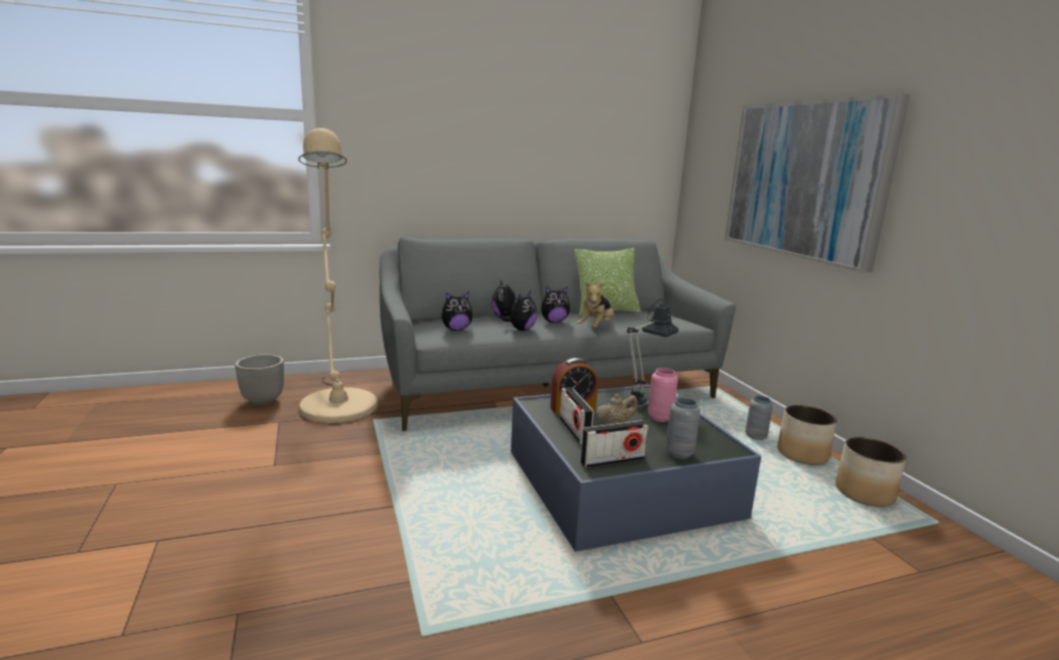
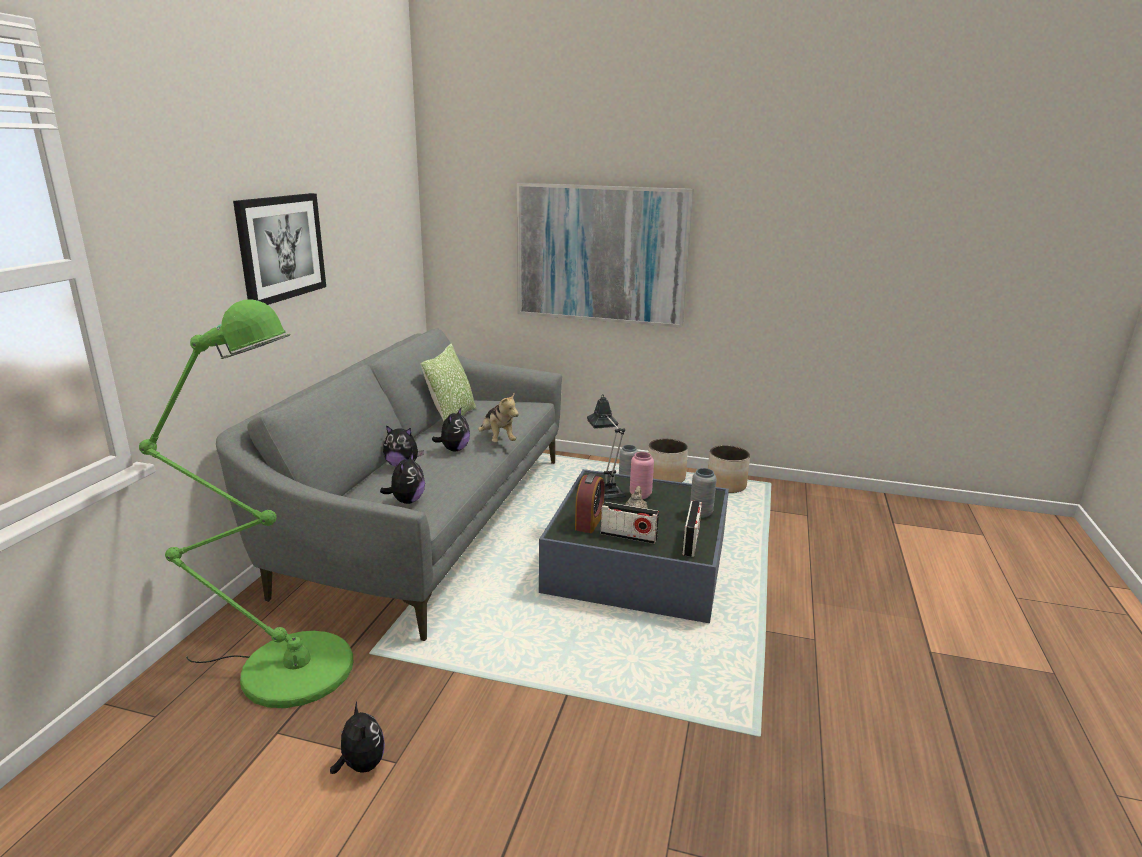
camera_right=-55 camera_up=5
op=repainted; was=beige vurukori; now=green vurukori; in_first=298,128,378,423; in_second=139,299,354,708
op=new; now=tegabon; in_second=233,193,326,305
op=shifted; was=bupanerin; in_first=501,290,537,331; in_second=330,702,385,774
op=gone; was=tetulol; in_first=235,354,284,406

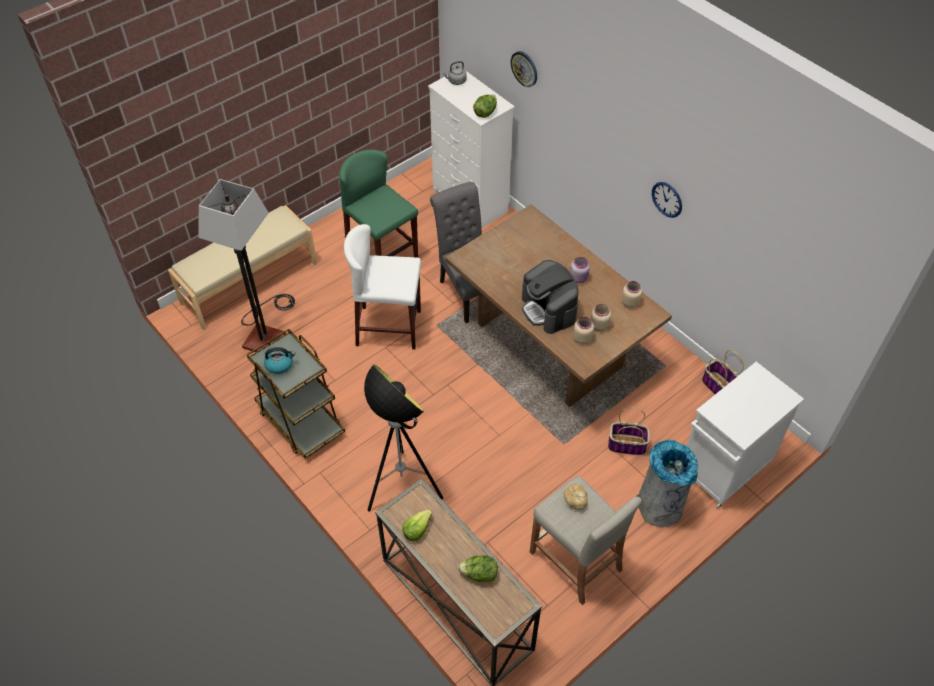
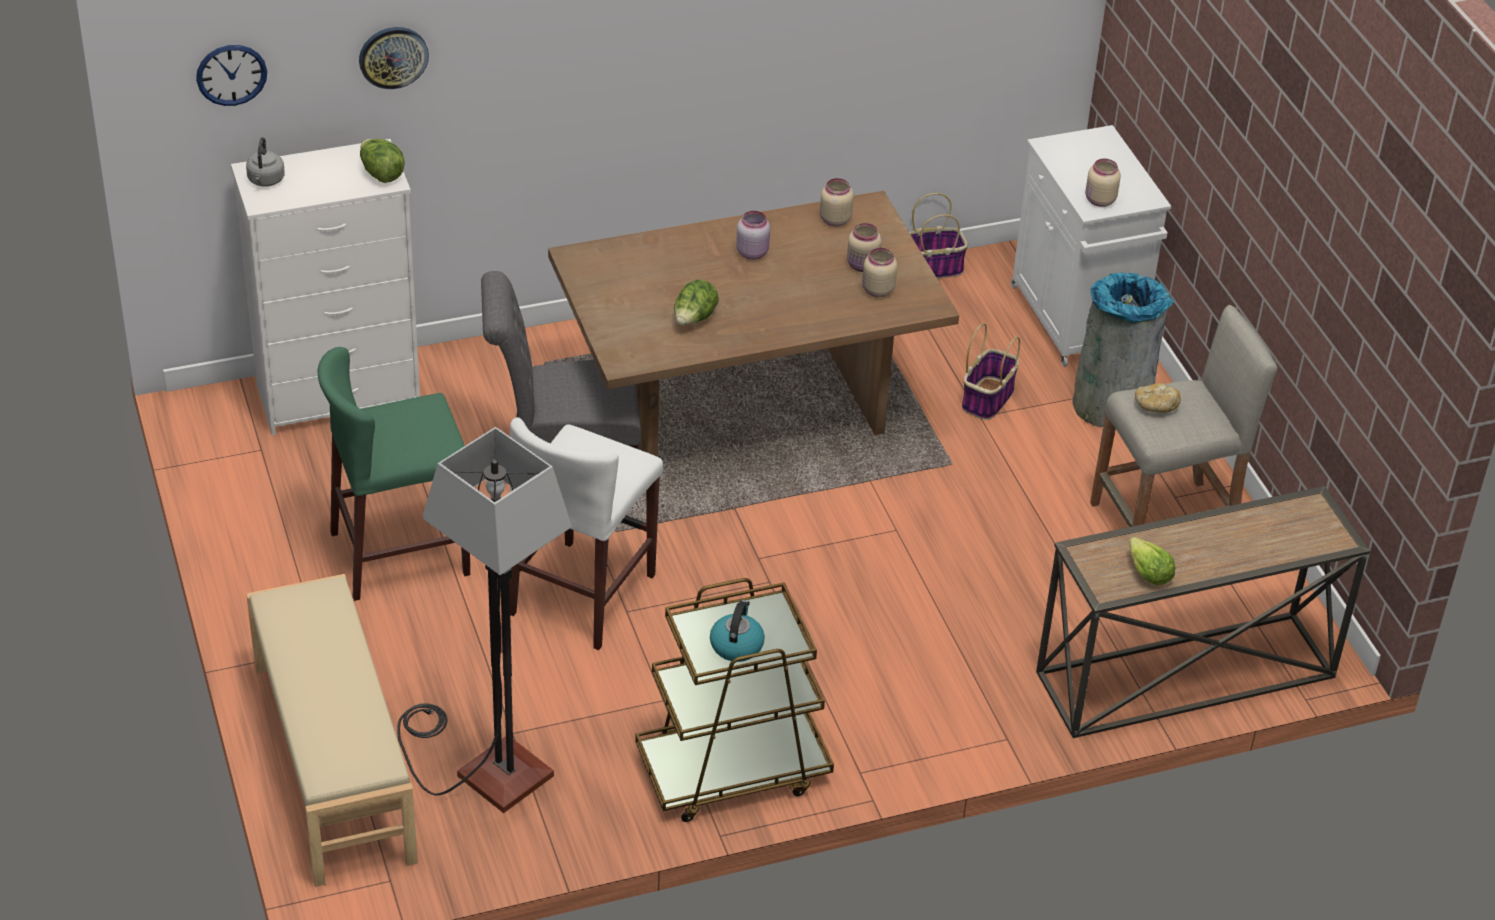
camera_right=-70 camera_up=-10
op=shifted; was=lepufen; in_first=652,182,682,218; in_second=196,45,267,106
op=shifted; was=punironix; in_first=458,555,498,582; in_second=674,279,719,325
op=new; now=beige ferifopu; in_second=1085,158,1121,207
op=gone; was=vurukori; in_first=364,364,443,512
op=gone; was=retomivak; in_first=522,260,578,334

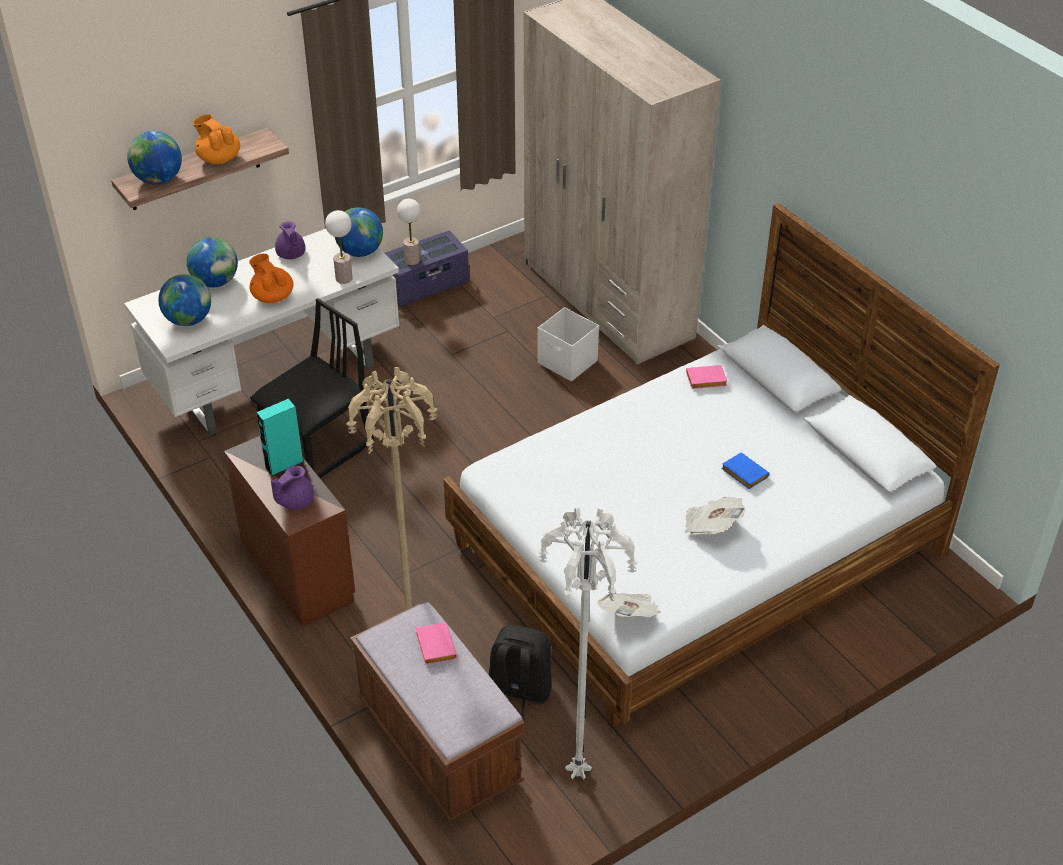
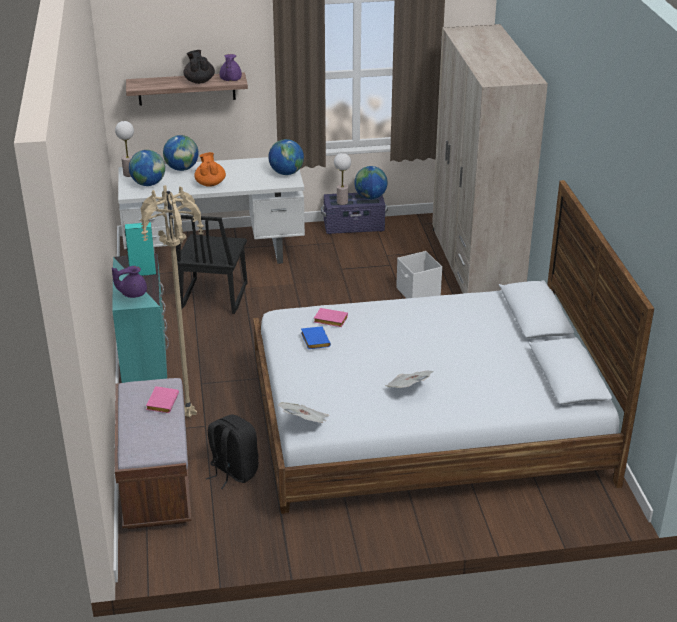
camera_right=25 camera_up=-10
op=repainted; was=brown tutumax; now=turquoise tutumax; in_first=224,436,355,627; in_second=112,253,169,383
op=shifted; was=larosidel; in_first=325,210,353,284; in_second=115,121,134,177
op=rotated; was=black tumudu; in_first=250,298,374,478; in_second=176,215,248,314; clockwise=120
op=repainted; was=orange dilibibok; now=black dilibibok; in_first=193,114,240,164; in_second=183,50,215,84
op=shifted; was=purple dilibibok; in_first=275,221,305,259; in_second=220,54,242,81
op=shifted; was=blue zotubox; in_first=721,453,770,489; in_second=301,326,331,349
op=shifted; was=pink zotubox; in_first=686,365,727,389; in_second=314,308,348,327
op=shifted; was=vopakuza; in_first=127,131,182,185; in_second=354,166,387,199
op=gone; was=white vurukori; in_first=537,507,638,780

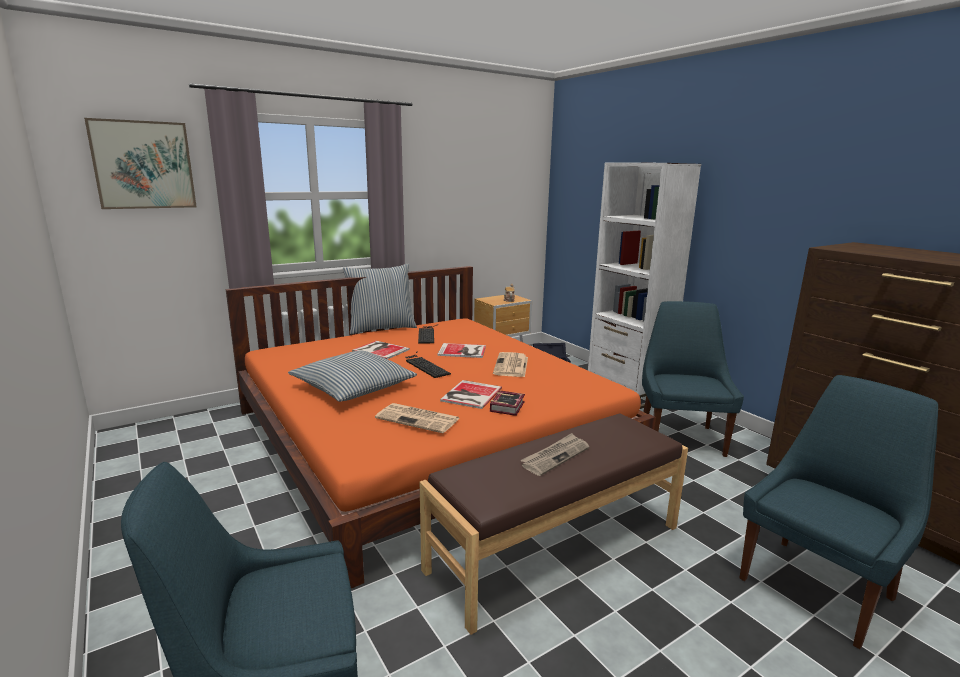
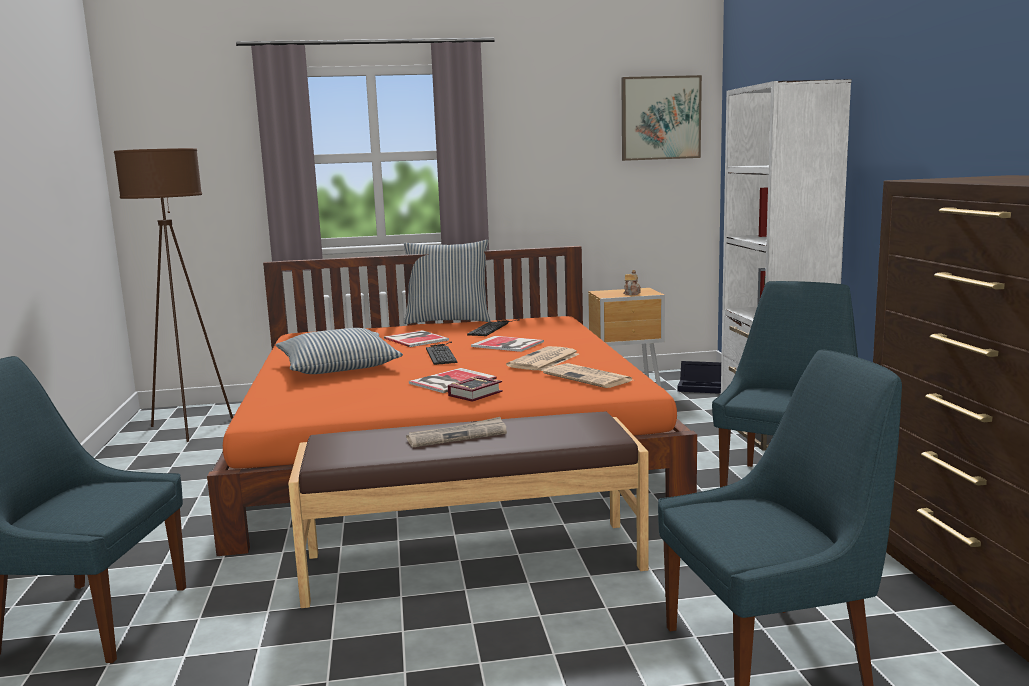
camera_right=25 camera_up=-5
op=new; now=brown vurukori; in_second=114,148,233,442
op=shifted; was=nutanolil; in_first=375,403,460,433; in_second=543,363,632,388
op=shifted; was=tegabon; in_first=84,118,197,209; in_second=621,75,702,161

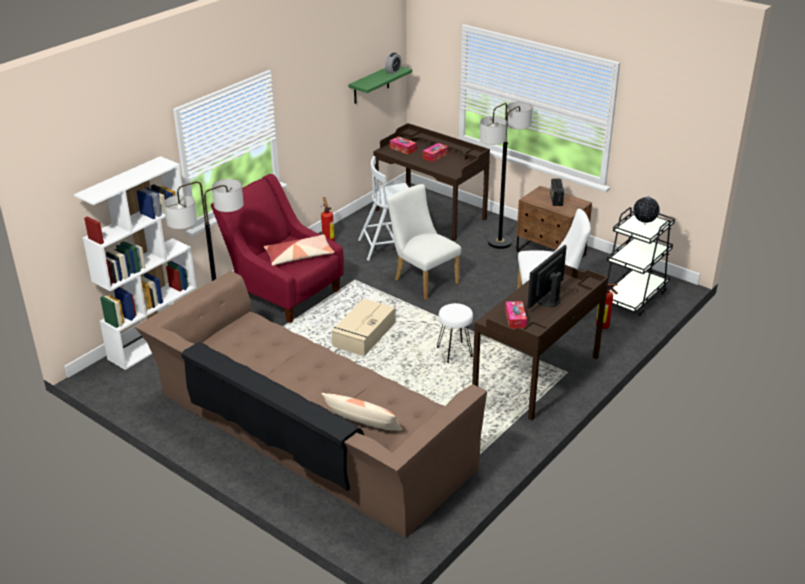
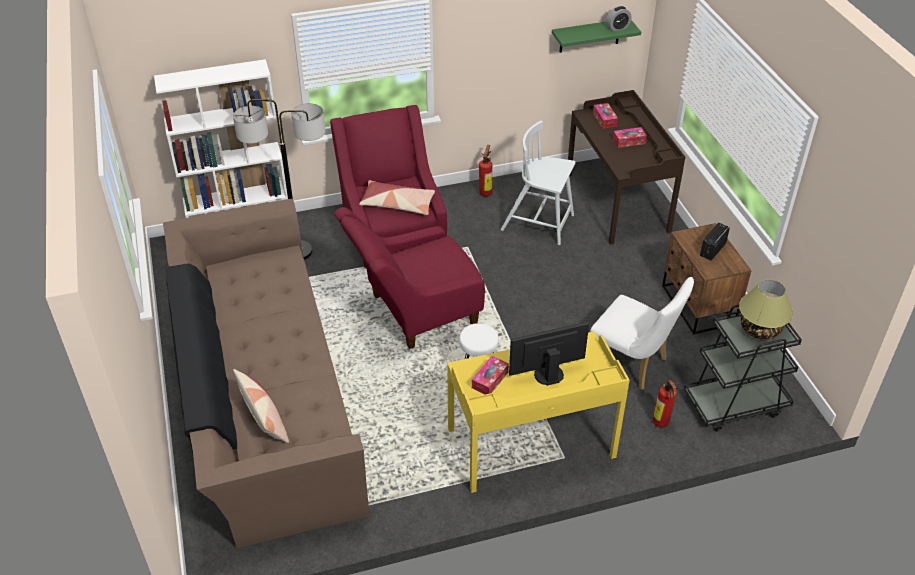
camera_right=35 camera_up=10
op=swapped; was=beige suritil; now=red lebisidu; in_first=331,299,396,356; in_second=334,207,485,349
op=repainted; was=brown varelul; now=yellow varelul; in_first=472,265,608,421; in_second=447,331,630,493
op=swapped; was=vopakuza; now=larosidel; in_first=633,196,660,225; in_second=739,279,793,340
op=gone; was=white tumudu; in_first=387,184,461,300
op=gone; was=vurukori; in_first=480,102,532,249

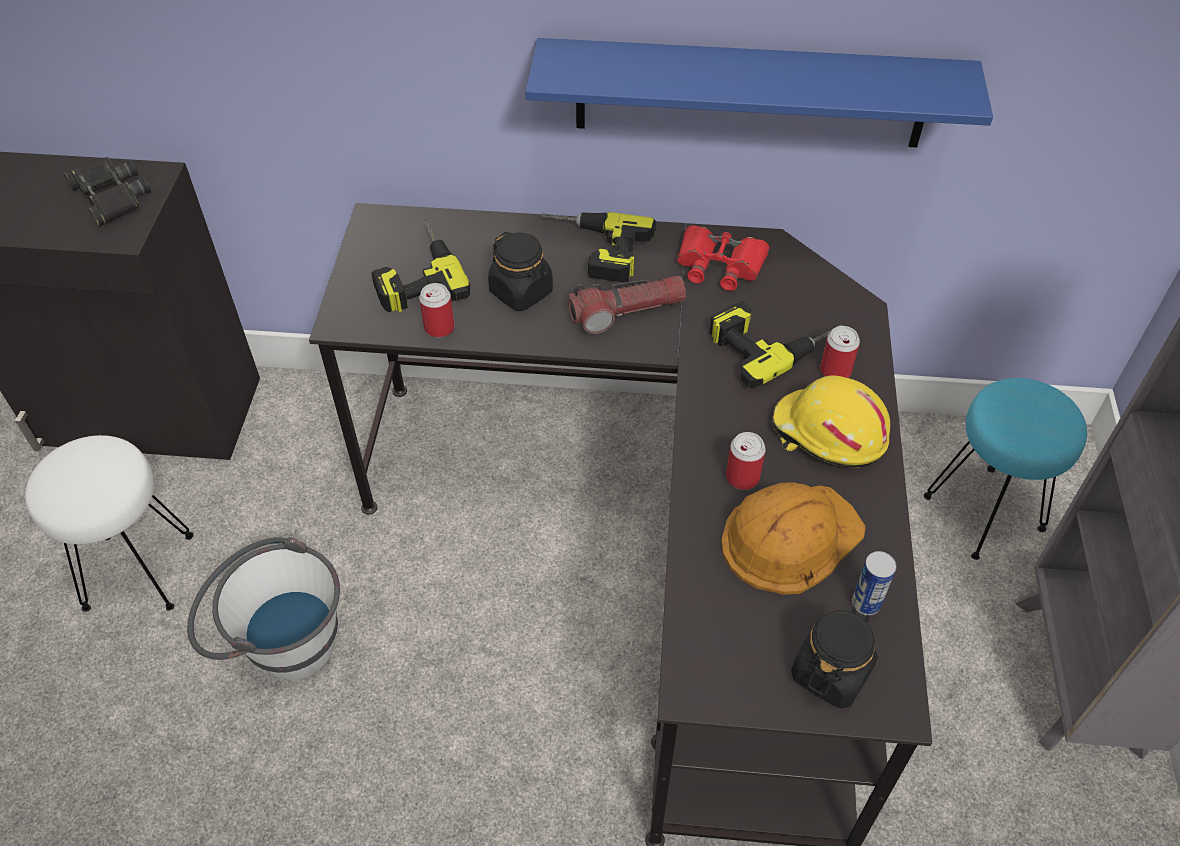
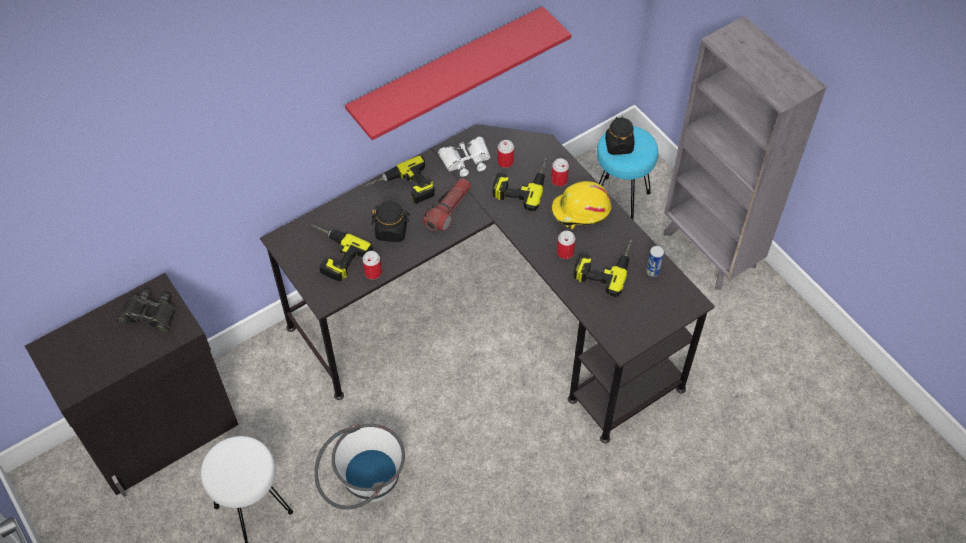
camera_right=-40 camera_up=5
op=repainted; was=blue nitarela; now=red nitarela; in_first=525,38,993,147; in_second=345,6,572,140
op=repainted; was=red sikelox; now=white sikelox; in_first=677,225,769,291; in_second=438,137,491,177
op=new; now=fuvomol; in_second=498,140,514,168
op=swapped; was=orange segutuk; now=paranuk; in_first=721,482,866,595; in_second=574,239,633,297
op=shifted; was=black ferifopu; in_first=791,607,878,708; in_second=605,116,634,155

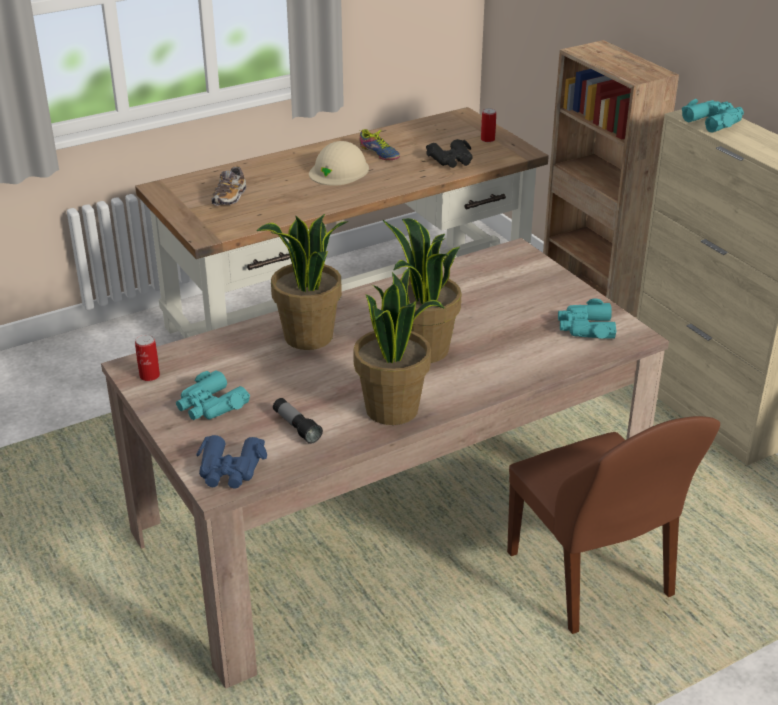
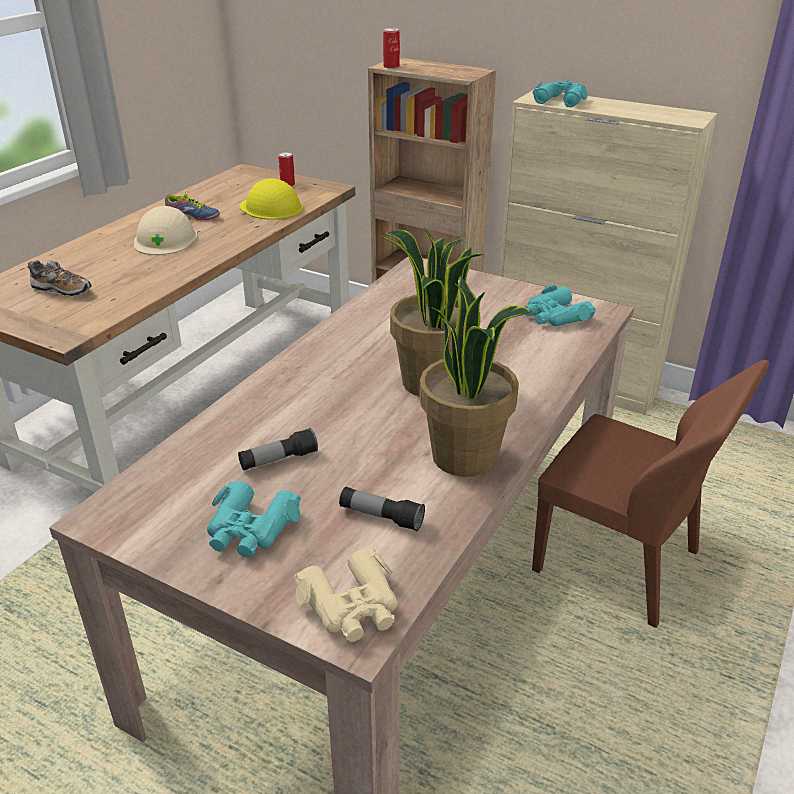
camera_right=-30 camera_up=0
op=rotated; was=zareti; in_first=211,166,246,206; in_second=28,260,92,297; clockwise=-60
op=new; now=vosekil; in_second=238,428,318,470
op=swapped; was=black sikelox; now=yellow segutuk; in_first=426,139,473,168; in_second=239,178,303,220
op=repainted; was=blue sikelox; now=beige sikelox; in_first=196,435,267,488; in_second=294,548,398,642
op=shifted; was=fuvomol; in_first=135,335,160,381; in_second=383,28,400,69
op=gone; was=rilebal; in_first=256,214,349,350

